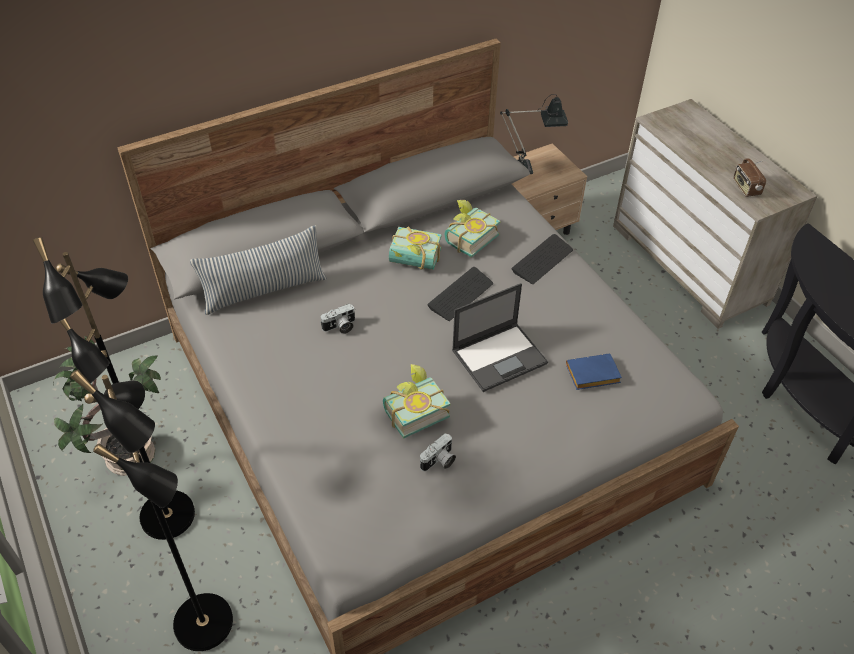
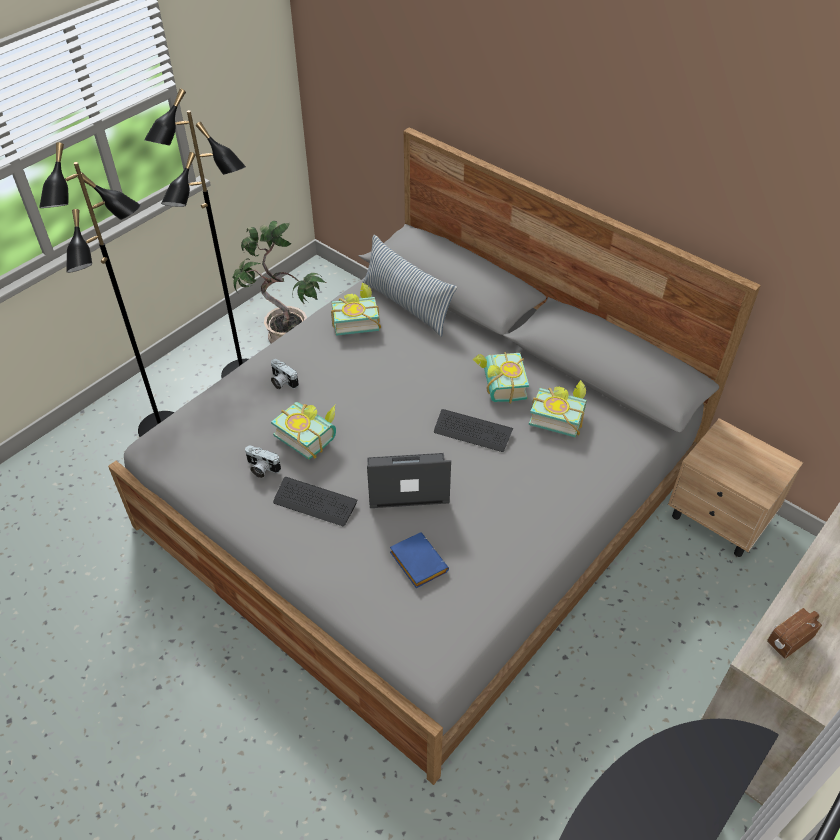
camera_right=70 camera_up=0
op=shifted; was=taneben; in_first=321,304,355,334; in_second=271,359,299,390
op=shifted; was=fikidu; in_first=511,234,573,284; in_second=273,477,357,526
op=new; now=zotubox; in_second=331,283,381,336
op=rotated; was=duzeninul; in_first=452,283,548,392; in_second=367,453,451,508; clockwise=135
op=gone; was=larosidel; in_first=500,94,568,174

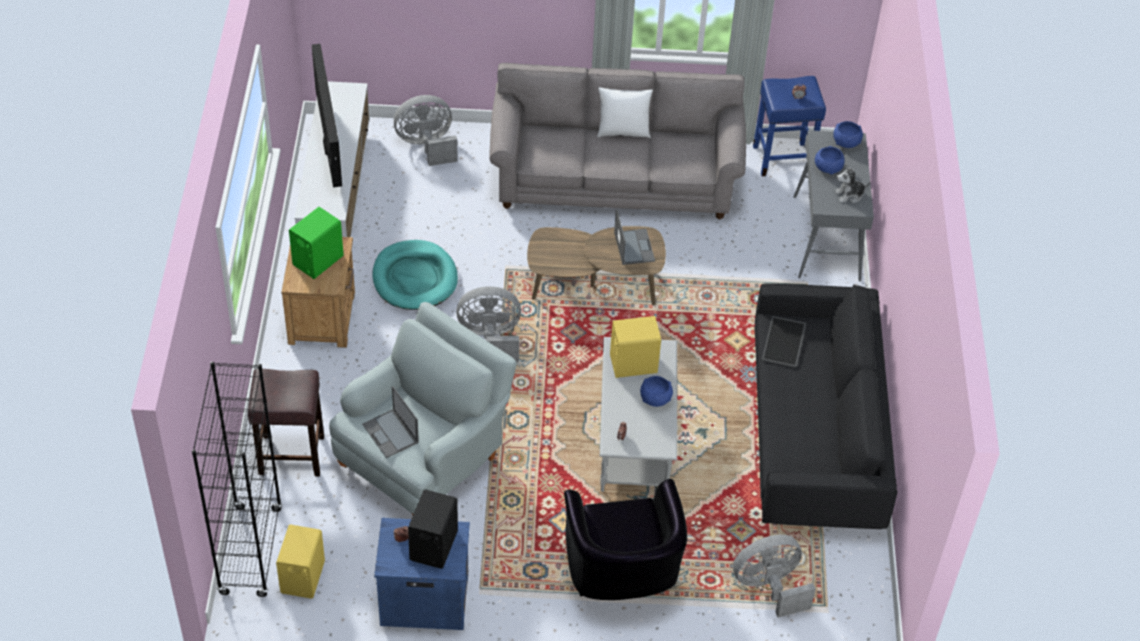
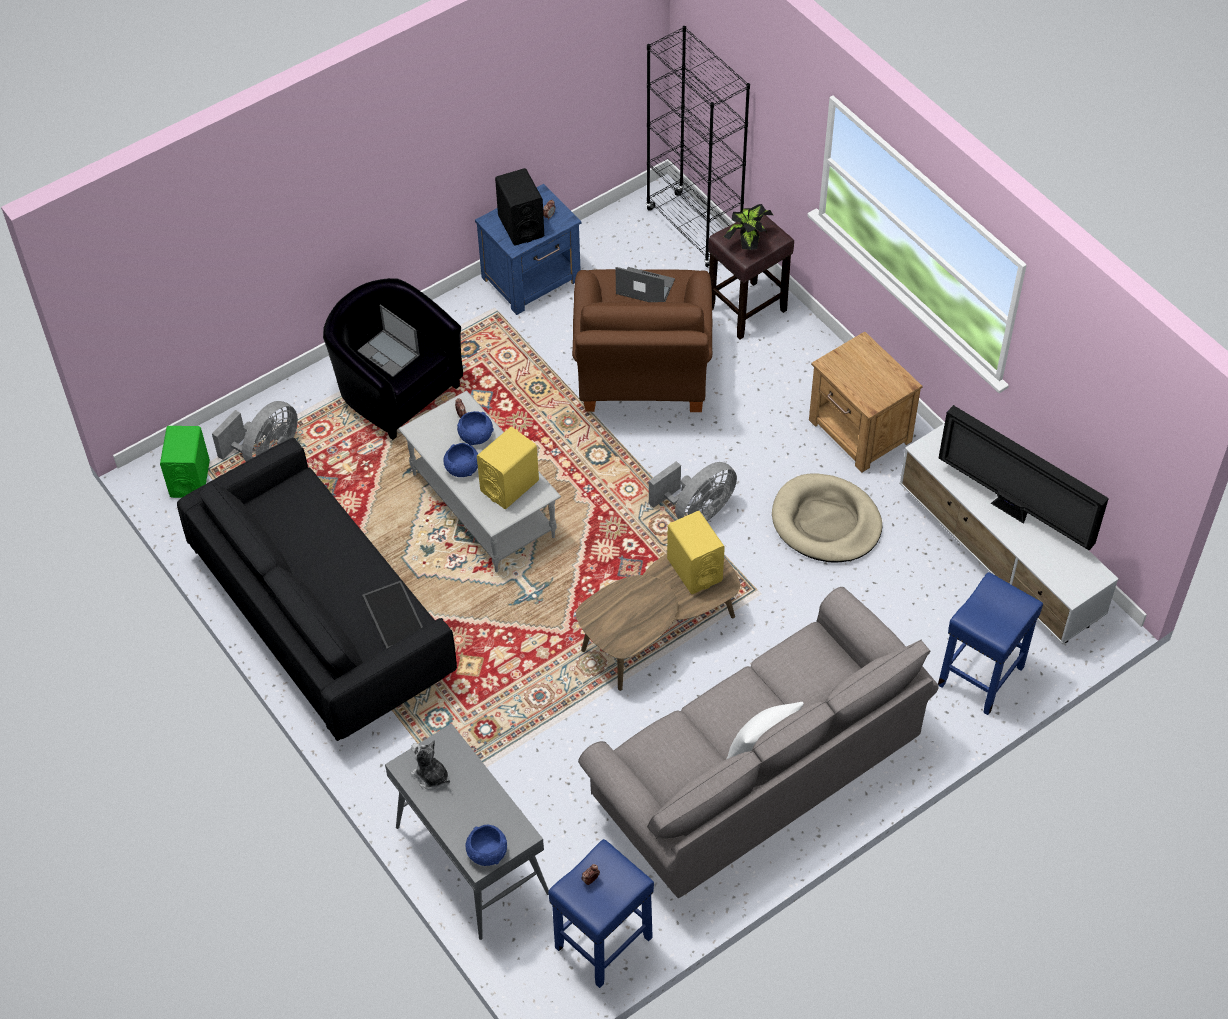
camera_right=145 camera_up=5
op=shifted; was=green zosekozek; in_first=289,207,344,279; in_second=160,426,210,498
op=shifted; was=duzeninul; in_first=614,209,655,265; in_second=357,304,420,377
op=rotated; was=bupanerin; in_first=835,164,870,203; in_second=410,740,450,790; clockwise=-90
op=shifted; was=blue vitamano; in_first=815,146,845,175; in_second=457,411,494,445
op=repainted; was=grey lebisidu; now=brown lebisidu; in_first=329,302,516,515; in_second=572,269,712,412
op=shifted; was=yellow zosekozek; in_first=276,524,325,599; in_second=667,511,725,594
op=new; now=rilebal; in_second=724,204,773,250
op=repainted; was=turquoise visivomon; now=beige visivomon; in_first=373,240,458,310; in_second=772,473,882,563
op=swapped; was=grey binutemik; now=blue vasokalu; in_first=394,95,458,166; in_second=938,572,1043,715

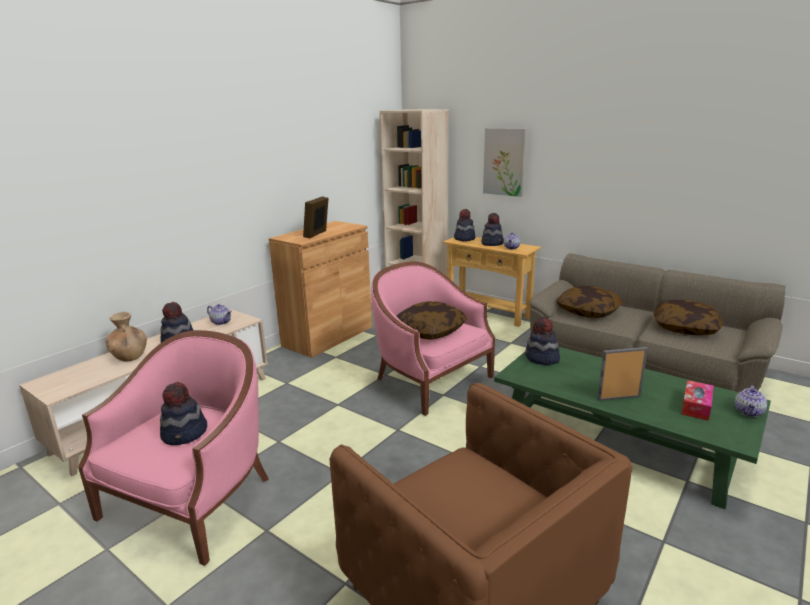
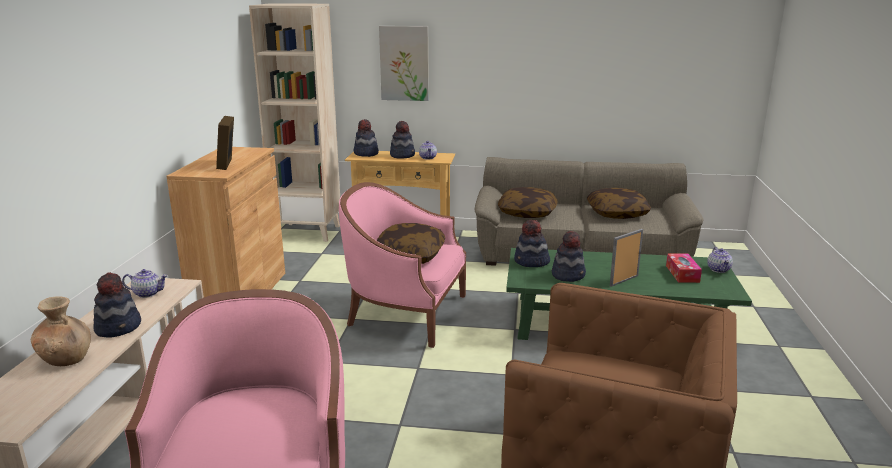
camera_right=-30 camera_up=0
op=shifted; was=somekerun; in_first=160,382,207,445; in_second=552,231,586,282

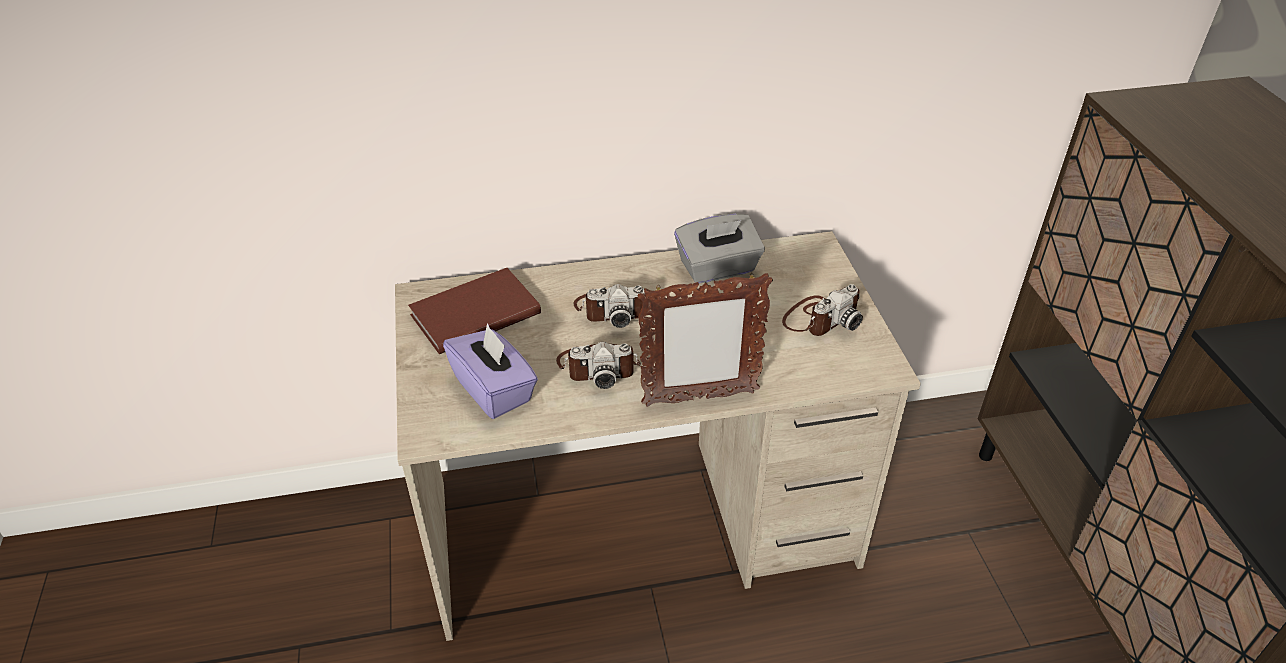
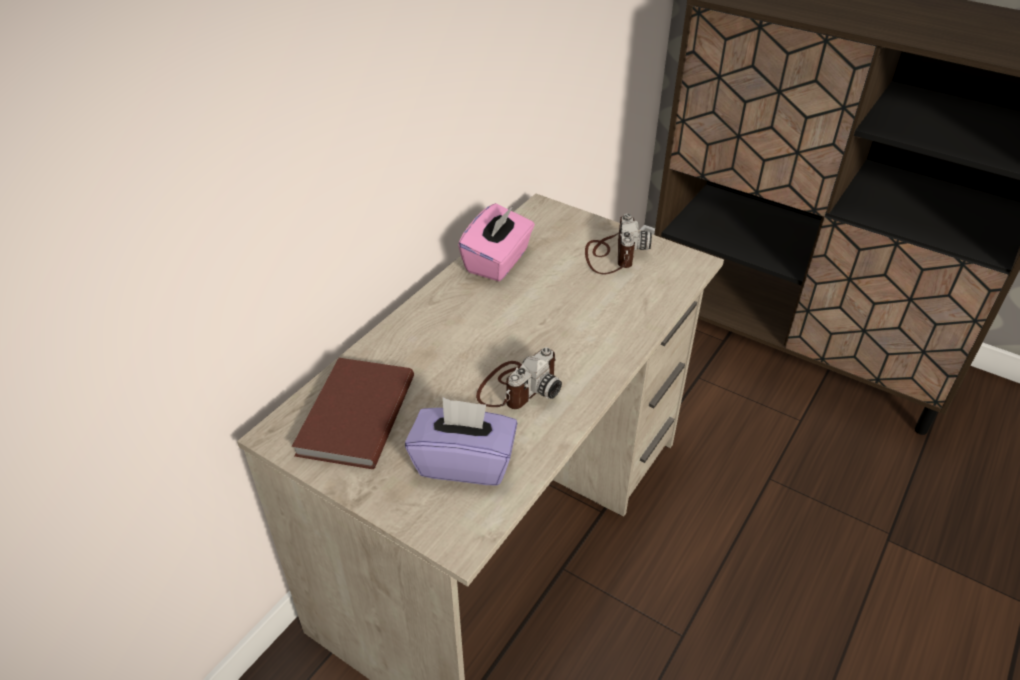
camera_right=-45 camera_up=0
op=repainted; was=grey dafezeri; now=pink dafezeri; in_first=674,213,765,283; in_second=458,203,535,281
op=gone; was=taneben; in_first=574,284,646,328
op=gone; was=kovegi; in_first=637,273,773,407

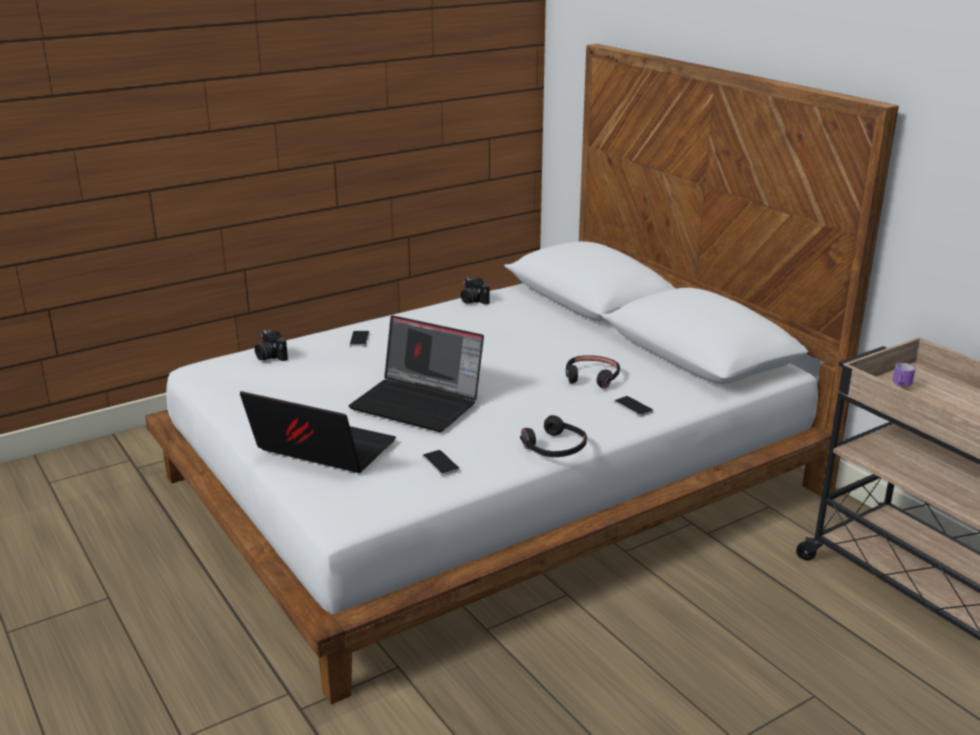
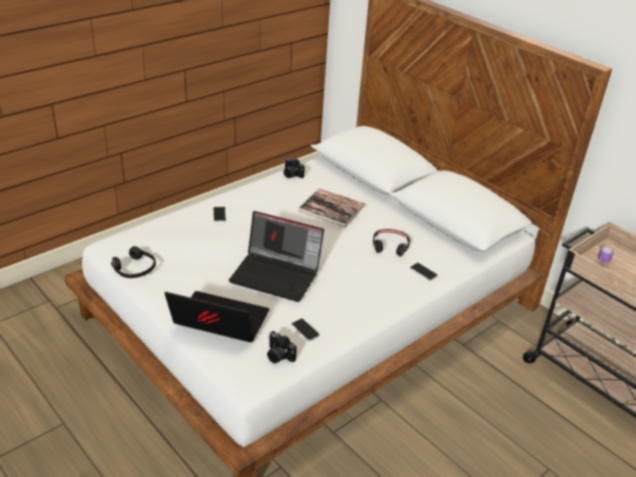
camera_right=-10 camera_up=10
op=shifted; was=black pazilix; in_first=520,415,587,457; in_second=111,246,156,278
op=shifted; was=taneben; in_first=255,329,288,361; in_second=267,331,297,363
op=new; now=zotubox; in_second=299,189,365,227

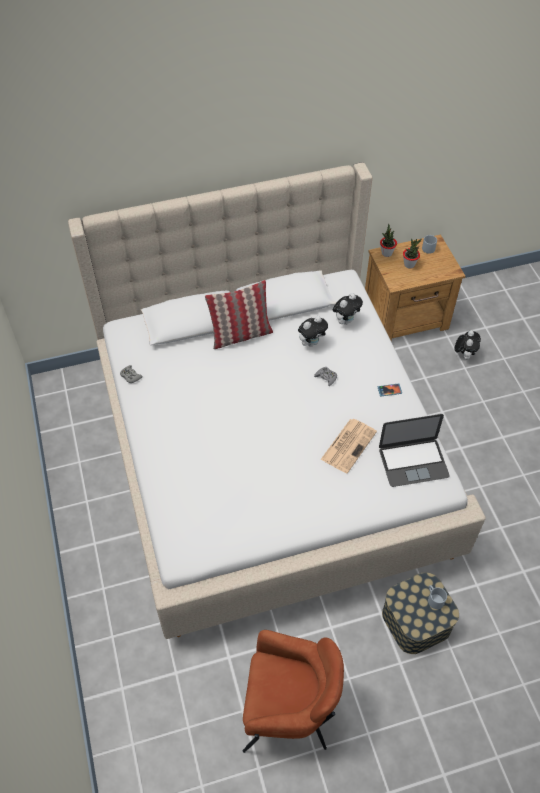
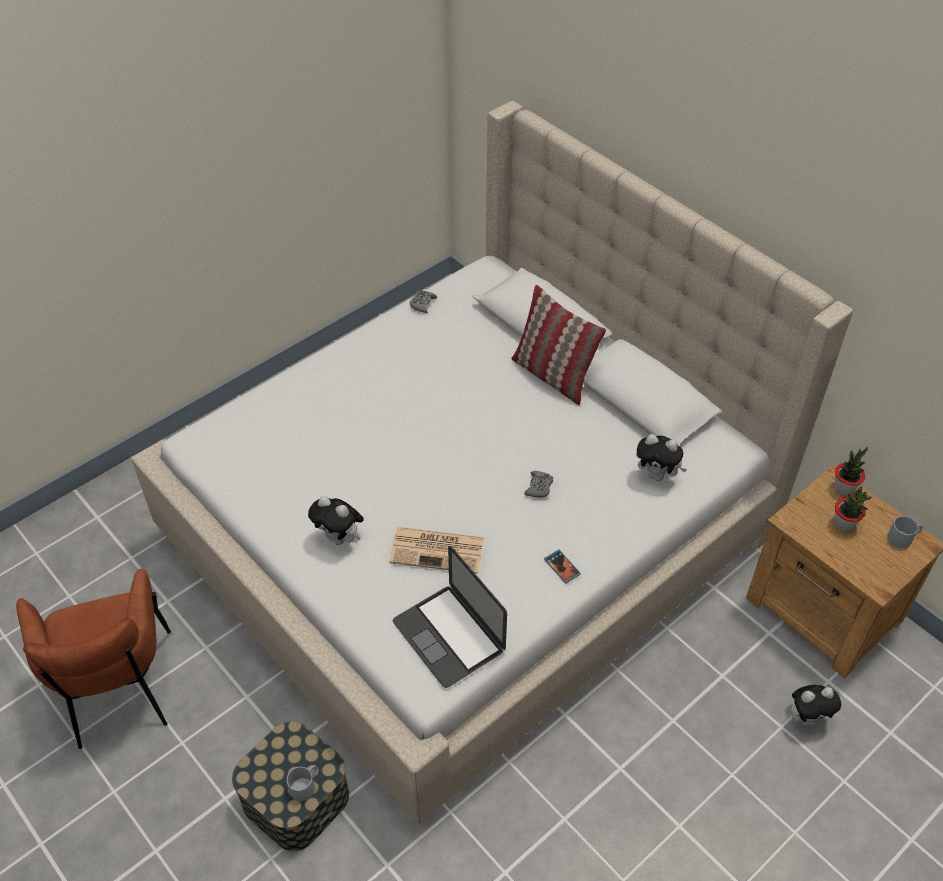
camera_right=65 camera_up=-5
op=shifted; was=bupanerin; in_first=298,316,328,347; in_second=308,496,364,545

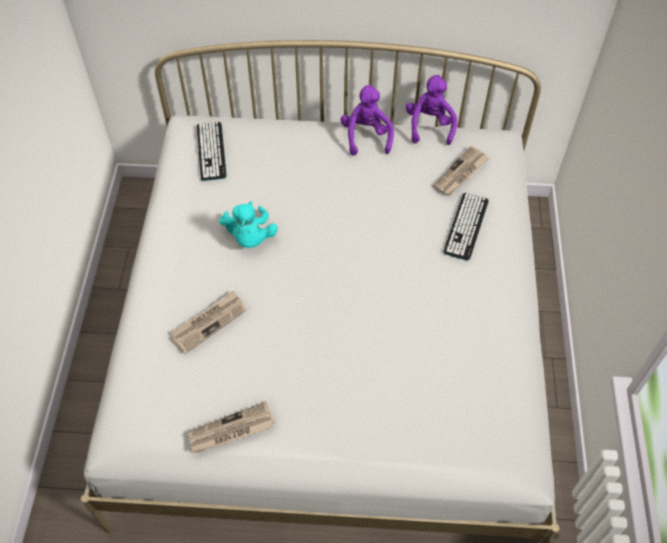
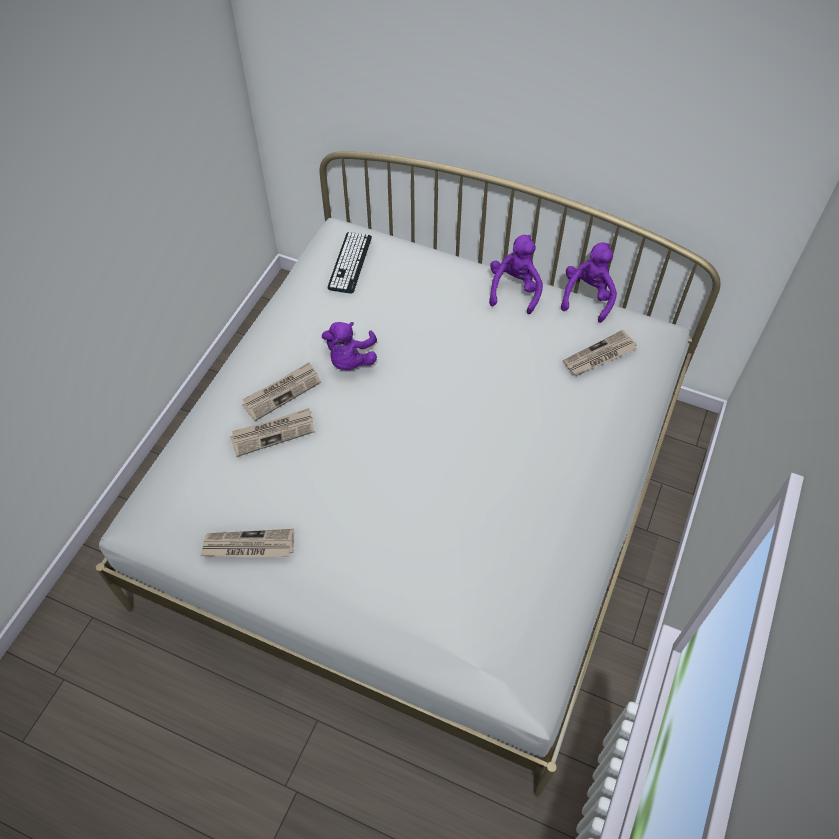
camera_right=20 camera_up=0
op=new; now=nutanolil; in_second=242,362,321,421
op=repainted; was=turquoise bupanerin; now=purple bupanerin; in_first=219,202,278,248; in_second=322,322,377,370
op=gone; was=fikidu; in_first=443,193,489,261

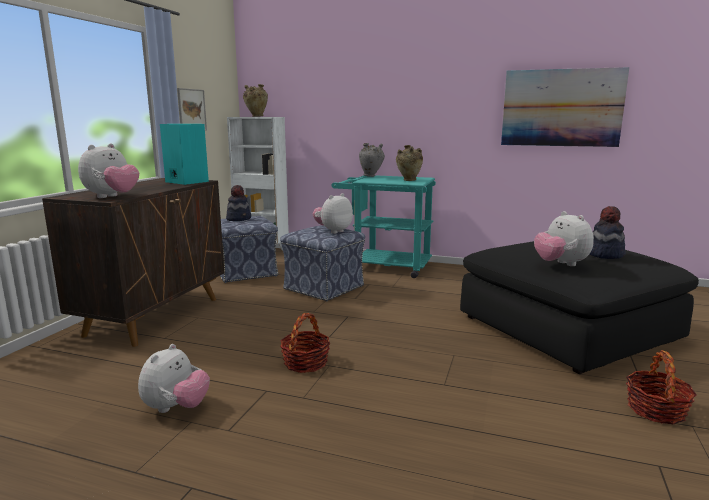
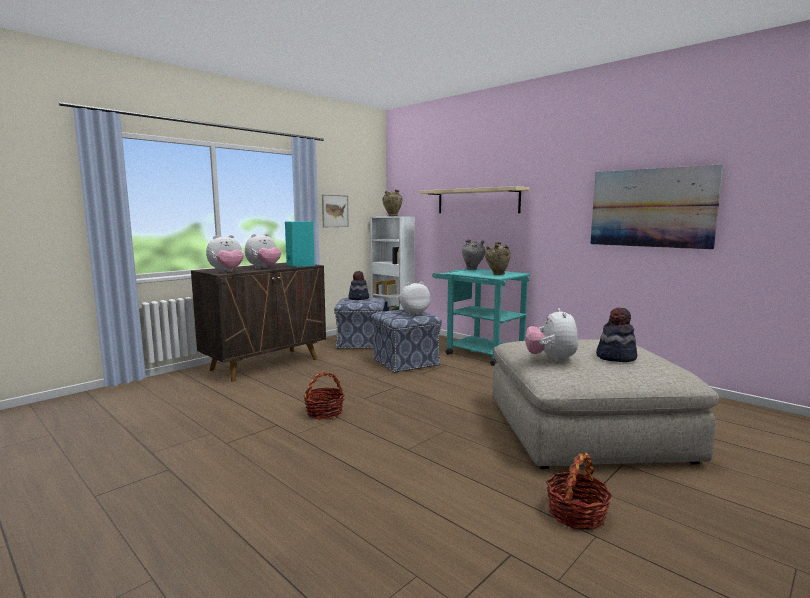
camera_right=25 camera_up=-5
op=shifted; was=bupanerin; in_first=138,344,210,413; in_second=245,234,281,269
op=new; now=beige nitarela; in_second=419,186,530,213
op=repainted; was=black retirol; now=beige retirol; in_first=460,241,699,374; in_second=493,339,719,469

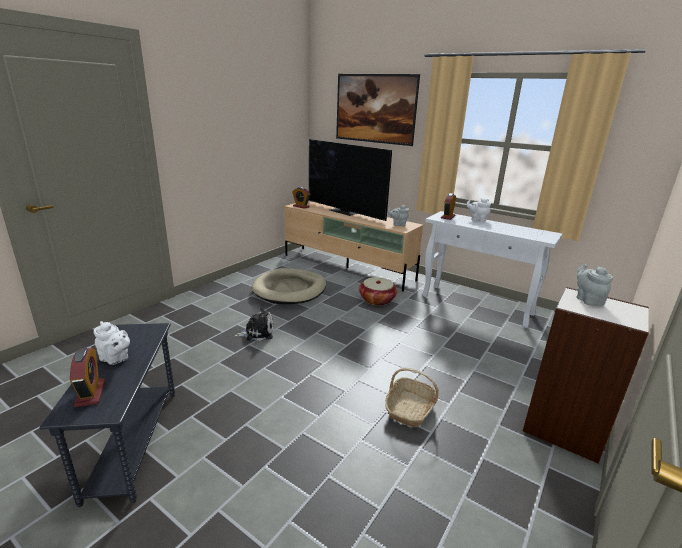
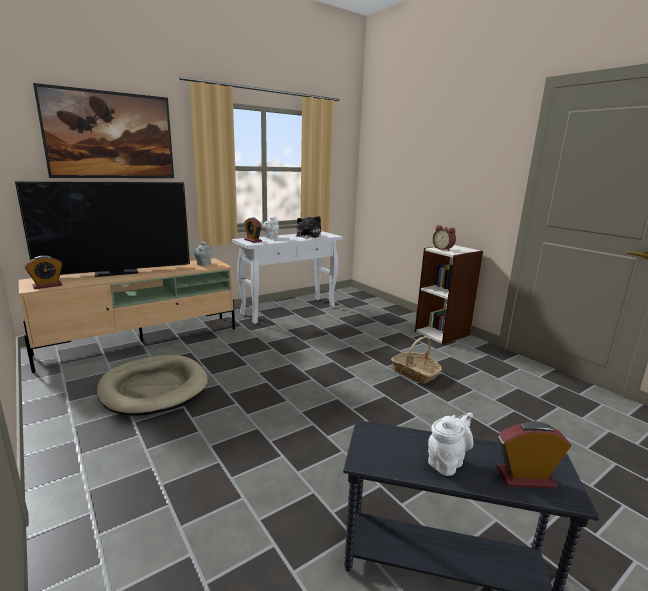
camera_right=-70 camera_up=-5
op=shifted; was=bupanerin; in_first=234,307,273,341; in_second=296,216,321,239
op=swapped; was=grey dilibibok; now=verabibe; in_first=577,264,613,306; in_second=433,225,456,251
op=gone; was=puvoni; in_first=359,277,397,306

